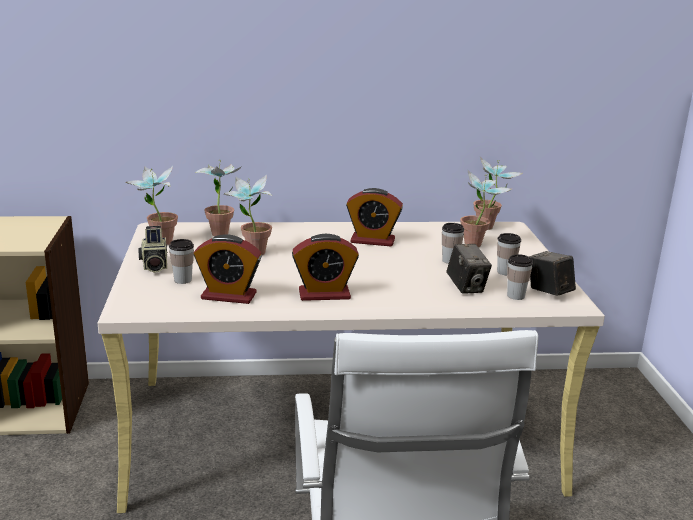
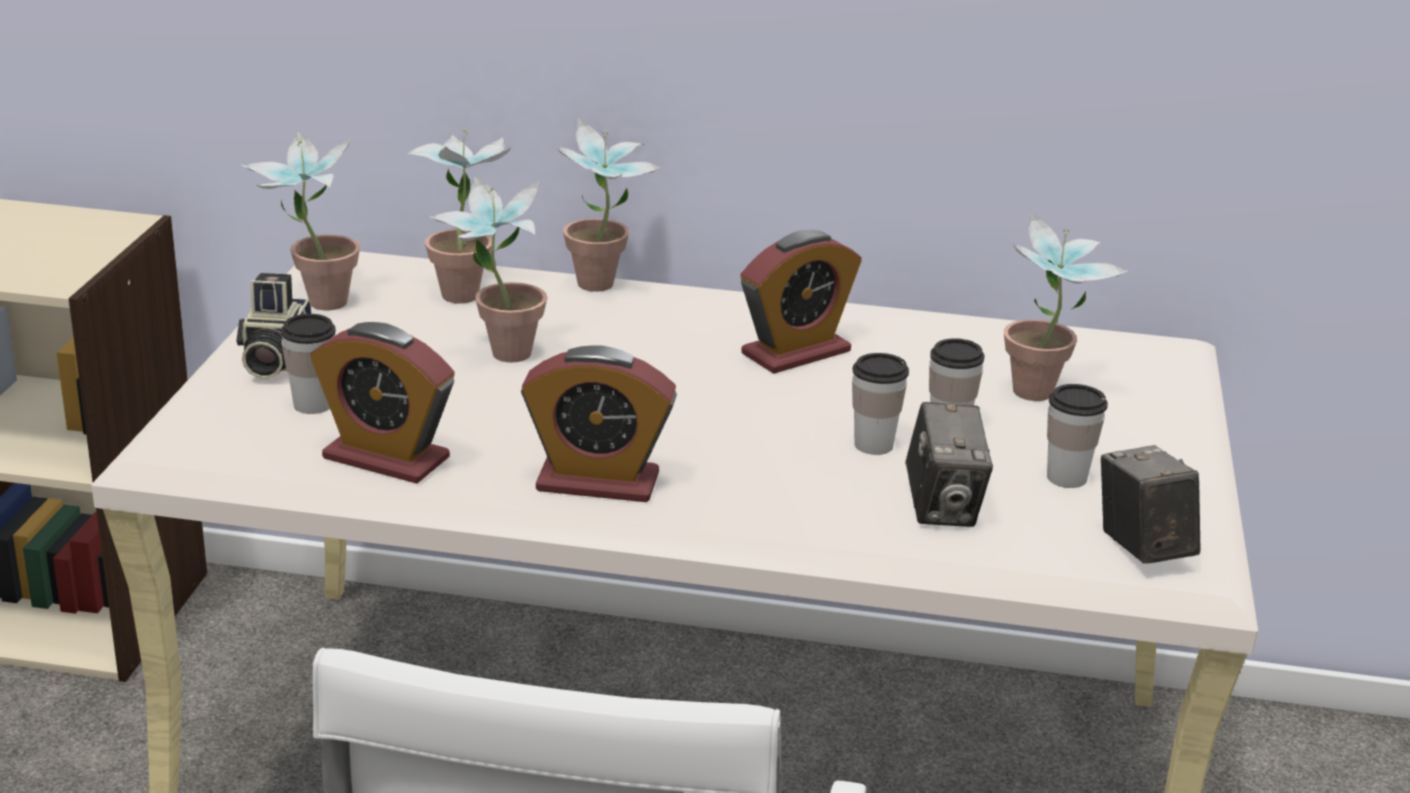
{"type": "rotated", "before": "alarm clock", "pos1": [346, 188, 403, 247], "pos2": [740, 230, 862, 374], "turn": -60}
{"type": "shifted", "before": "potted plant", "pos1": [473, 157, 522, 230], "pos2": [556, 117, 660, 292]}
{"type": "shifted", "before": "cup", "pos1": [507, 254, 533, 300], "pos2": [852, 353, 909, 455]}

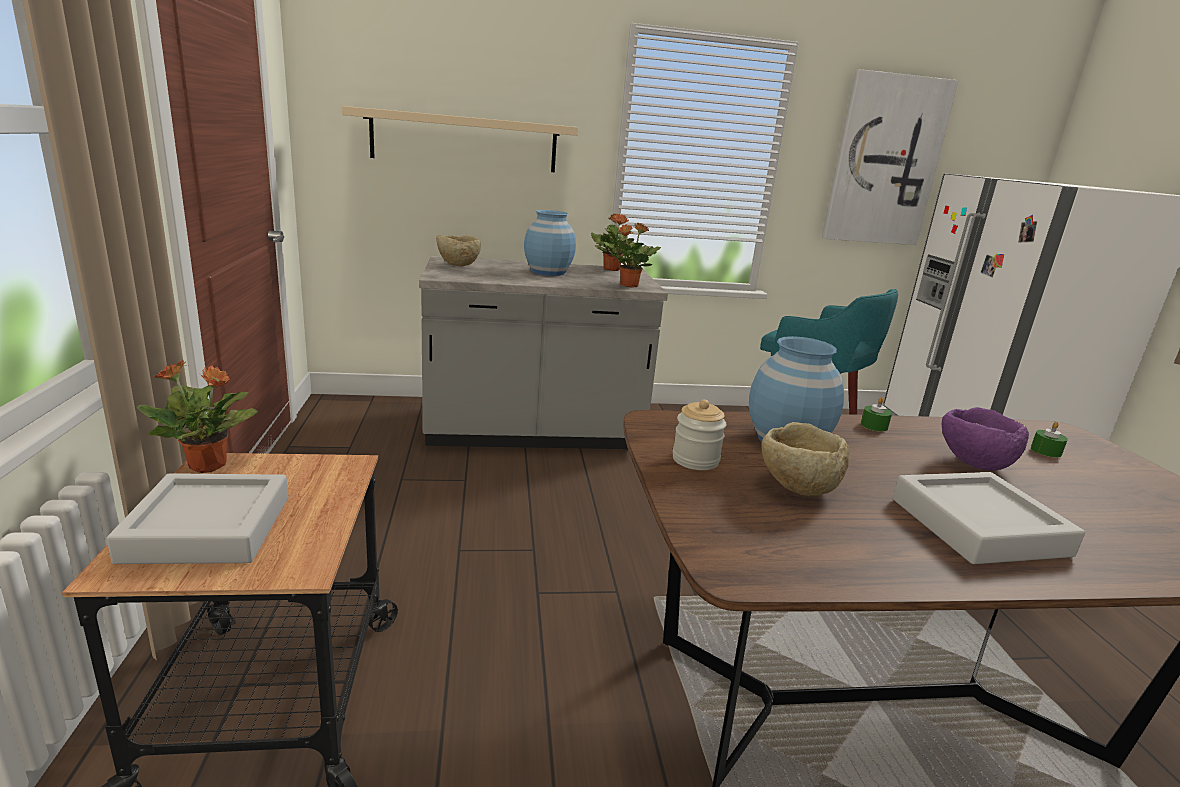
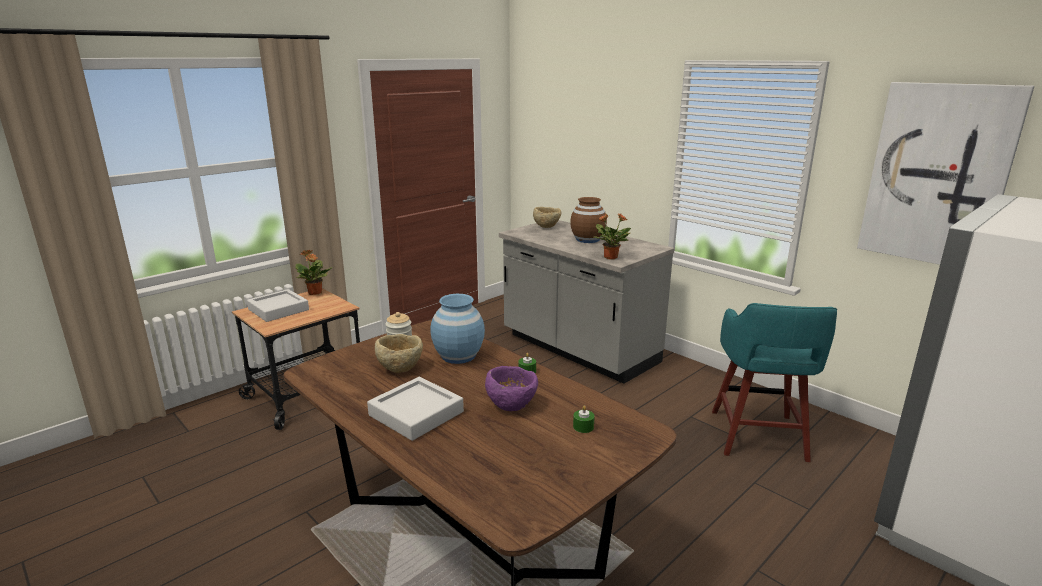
{"type": "gone", "before": "shelf/beige", "pos1": [342, 106, 578, 172]}
{"type": "repainted", "before": "vase/blue", "after": "vase/brown", "pos1": [524, 210, 576, 276], "pos2": [570, 197, 607, 243]}
{"type": "gone", "before": "potted plant", "pos1": [591, 214, 635, 271]}

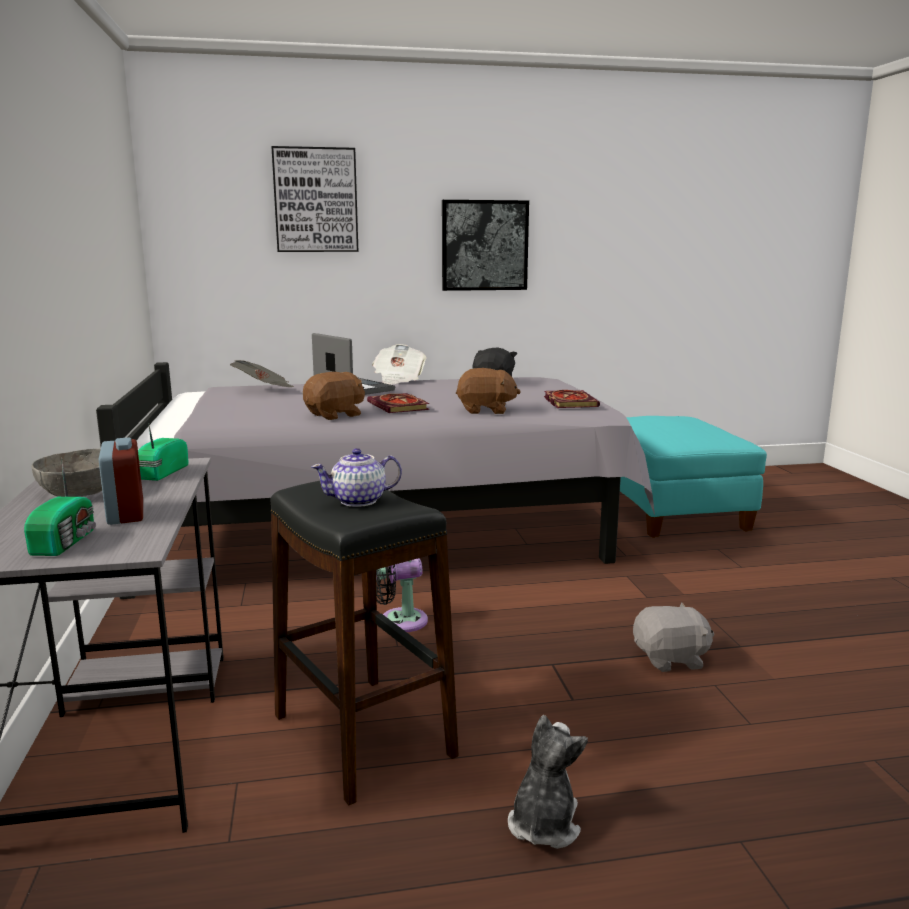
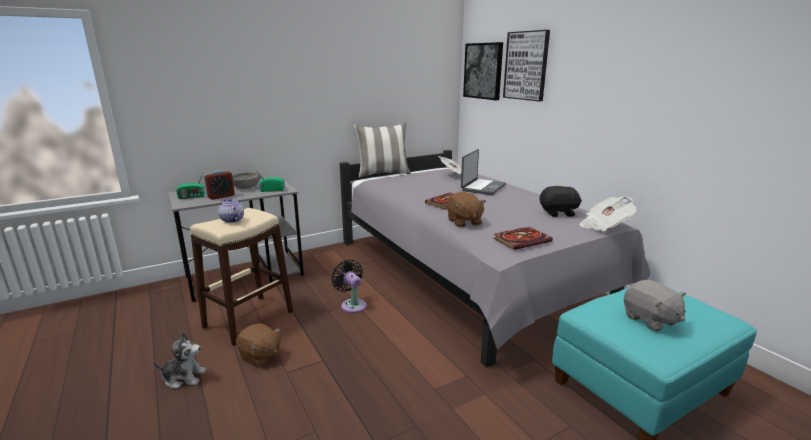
{"type": "repainted", "before": "stool/black", "after": "stool/beige", "pos1": [271, 481, 459, 806], "pos2": [190, 208, 293, 346]}
{"type": "shifted", "before": "plush toy/brown", "pos1": [303, 372, 365, 420], "pos2": [236, 323, 281, 367]}
{"type": "shifted", "before": "newspaper", "pos1": [372, 344, 426, 384], "pos2": [579, 196, 637, 231]}
{"type": "shifted", "before": "picture", "pos1": [442, 200, 529, 291], "pos2": [463, 42, 503, 100]}
{"type": "shifted", "before": "plush toy/grey", "pos1": [633, 602, 714, 672], "pos2": [624, 280, 686, 331]}
{"type": "new", "after": "pillow", "pos2": [354, 122, 411, 178]}

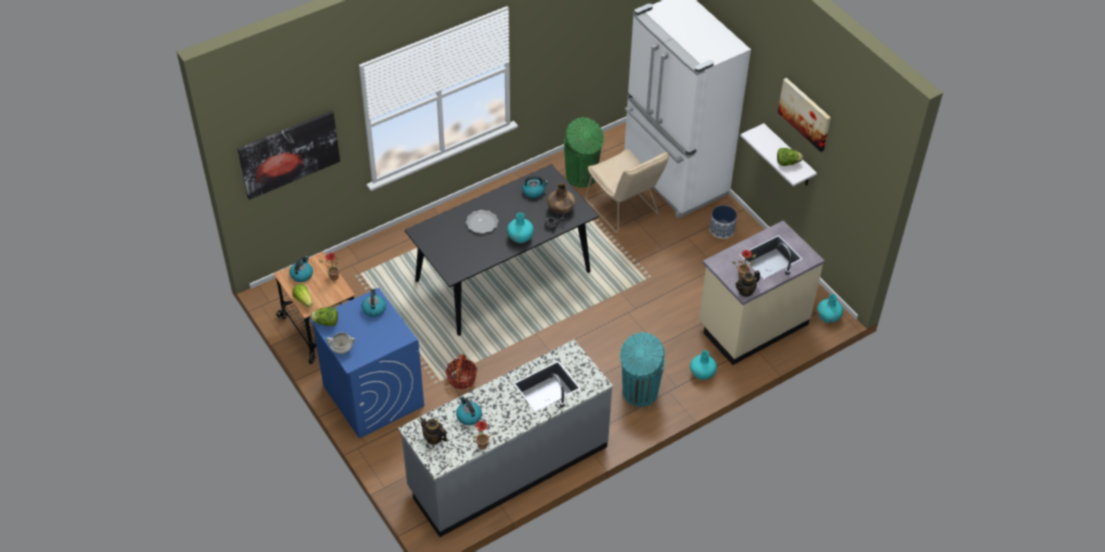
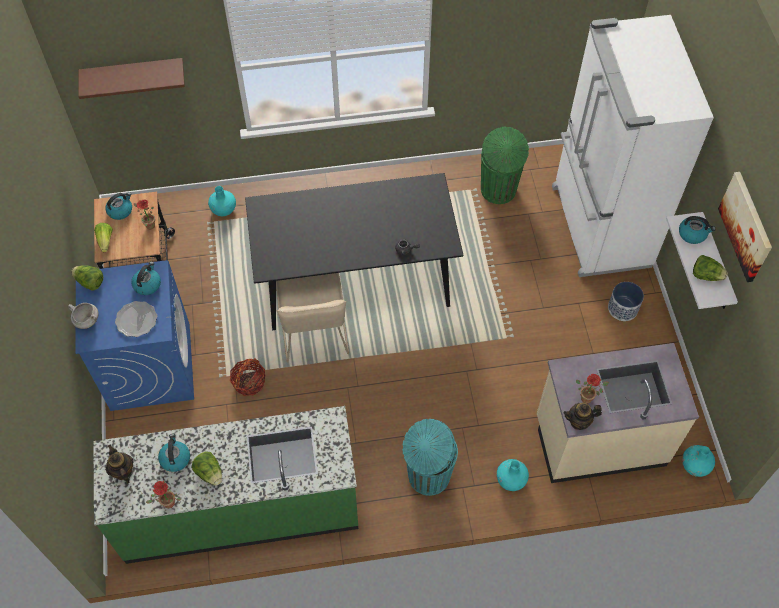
{"type": "swapped", "before": "picture", "after": "shelf/brown", "pos1": [238, 110, 340, 200], "pos2": [78, 58, 185, 99]}
{"type": "repainted", "before": "counter/grey", "after": "counter/green", "pos1": [398, 340, 613, 537], "pos2": [93, 406, 358, 564]}
{"type": "shifted", "before": "plate", "pos1": [466, 210, 498, 234], "pos2": [115, 301, 157, 337]}
{"type": "shifted", "before": "vase/turquoise", "pos1": [507, 212, 534, 243], "pos2": [208, 186, 236, 216]}
{"type": "shifted", "before": "kettle", "pos1": [522, 176, 548, 198], "pos2": [679, 216, 716, 244]}
{"type": "gone", "before": "vase/brown", "pos1": [547, 183, 575, 214]}
{"type": "shifted", "before": "chair/beige", "pos1": [585, 149, 669, 234], "pos2": [276, 273, 349, 362]}
{"type": "new", "after": "lettuce", "pos2": [192, 452, 222, 486]}

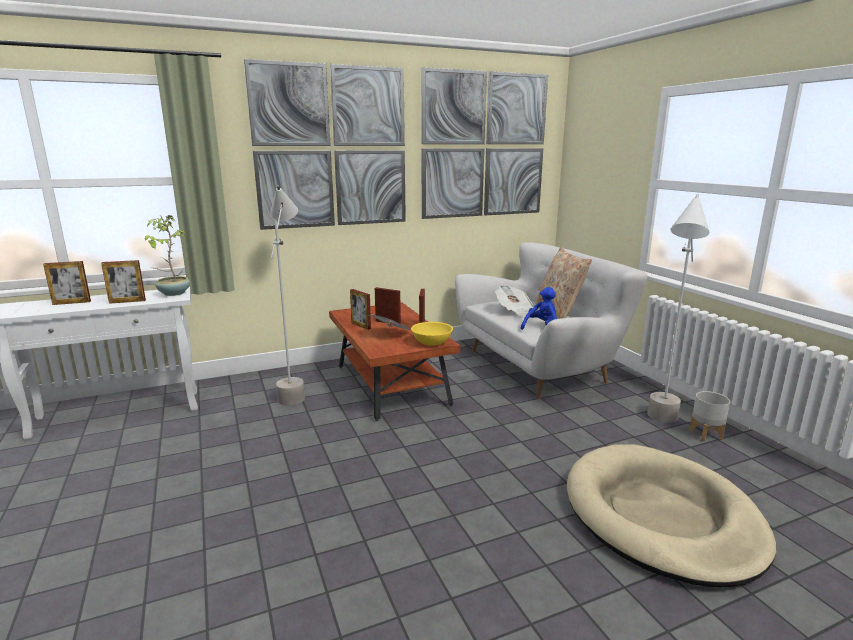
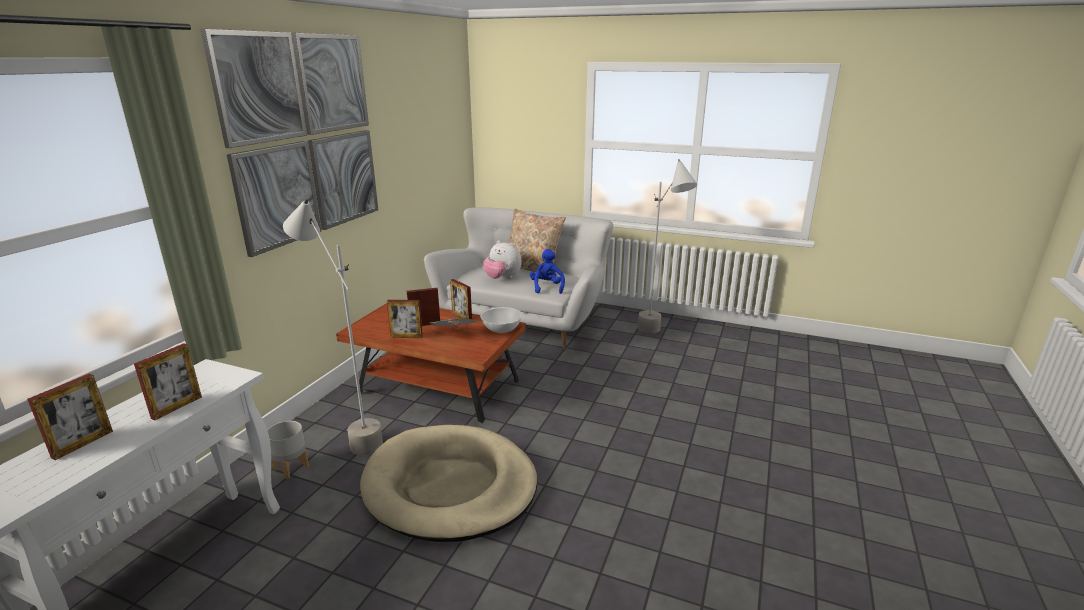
{"type": "gone", "before": "potted plant", "pos1": [145, 215, 190, 296]}
{"type": "repainted", "before": "bowl/yellow", "after": "bowl/white", "pos1": [411, 322, 453, 346], "pos2": [480, 307, 523, 333]}
{"type": "gone", "before": "picture", "pos1": [421, 67, 548, 219]}
{"type": "swapped", "before": "newspaper", "after": "plush toy", "pos1": [495, 285, 533, 318], "pos2": [483, 240, 522, 279]}
{"type": "shifted", "before": "dog bed/beige", "pos1": [567, 444, 776, 588], "pos2": [360, 425, 538, 542]}
{"type": "shifted", "before": "planter/grey", "pos1": [690, 391, 730, 442], "pos2": [267, 421, 309, 479]}

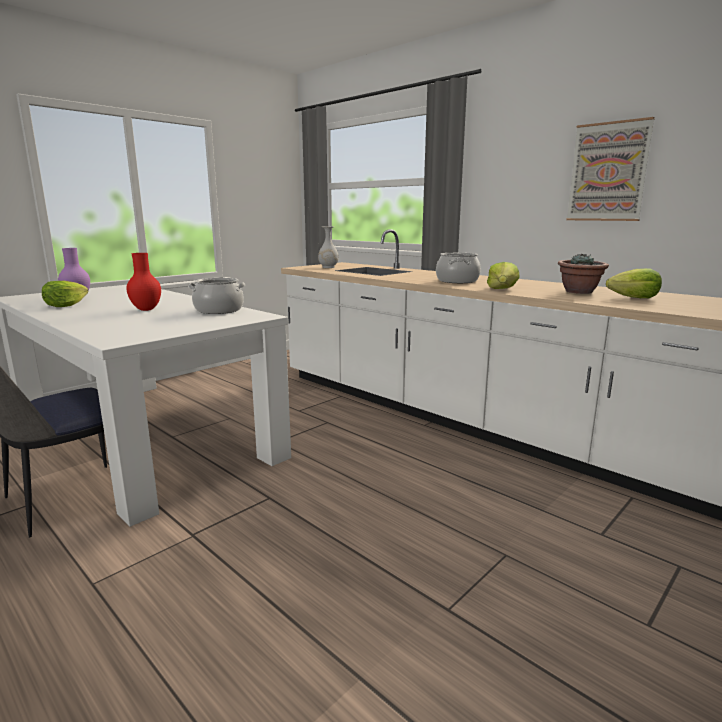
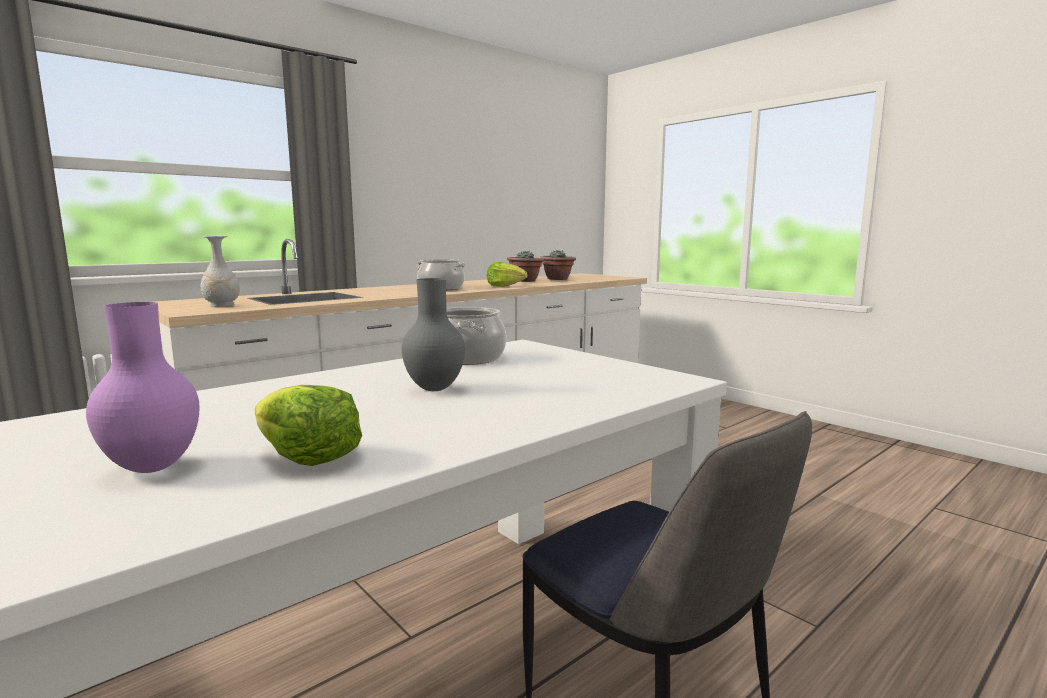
{"type": "repainted", "before": "vase/red", "after": "vase/grey", "pos1": [127, 253, 161, 311], "pos2": [401, 278, 465, 391]}
{"type": "gone", "before": "picture", "pos1": [566, 117, 655, 221]}
{"type": "swapped", "before": "lettuce", "after": "potted plant", "pos1": [606, 268, 662, 298], "pos2": [540, 250, 576, 280]}

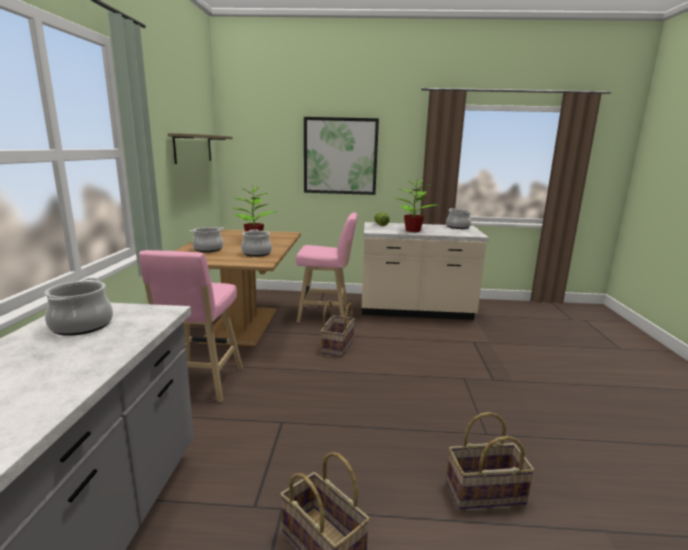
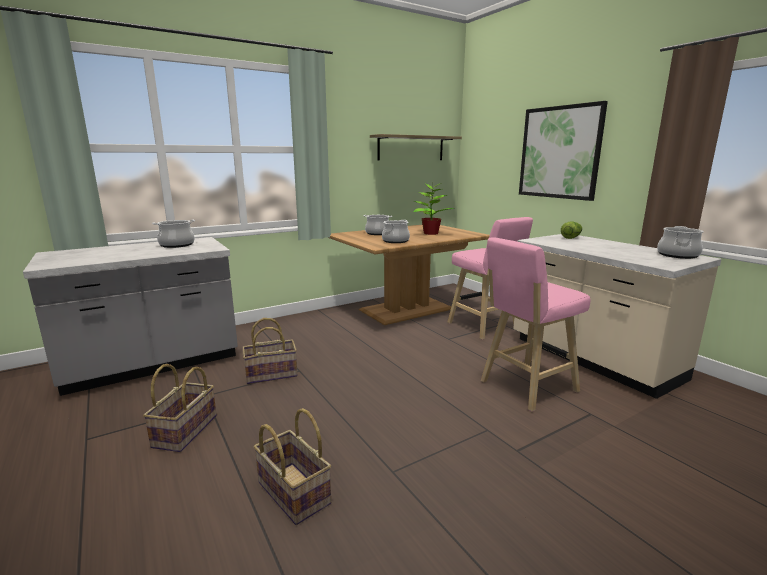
{"type": "shifted", "before": "stool/pink", "pos1": [139, 250, 243, 402], "pos2": [481, 237, 590, 412]}
{"type": "shifted", "before": "basket", "pos1": [321, 300, 355, 357], "pos2": [242, 318, 297, 384]}
{"type": "gone", "before": "potted plant", "pos1": [394, 180, 439, 232]}

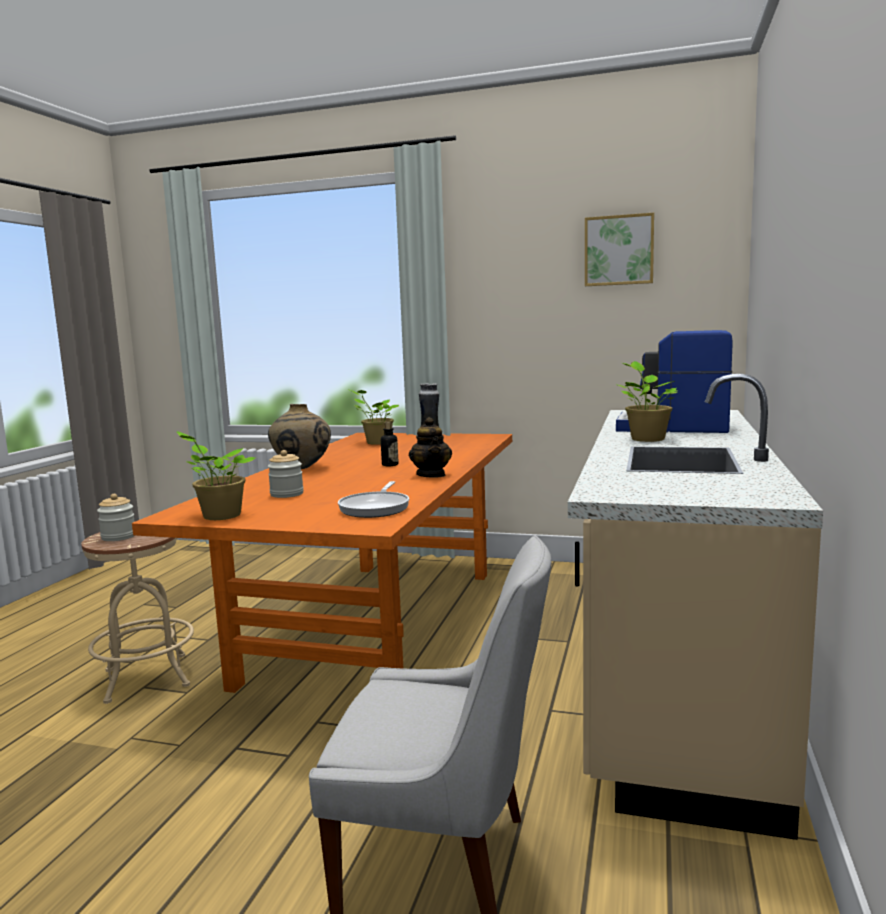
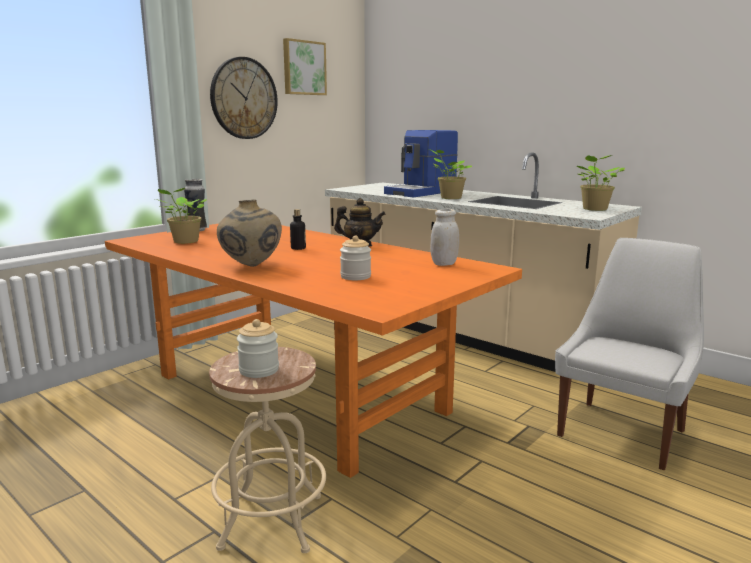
{"type": "shifted", "before": "potted plant", "pos1": [177, 431, 255, 520], "pos2": [577, 155, 625, 211]}
{"type": "swapped", "before": "frying pan", "after": "jar/white", "pos1": [338, 481, 409, 518], "pos2": [430, 209, 459, 266]}
{"type": "new", "after": "wall clock", "pos2": [210, 57, 278, 139]}

